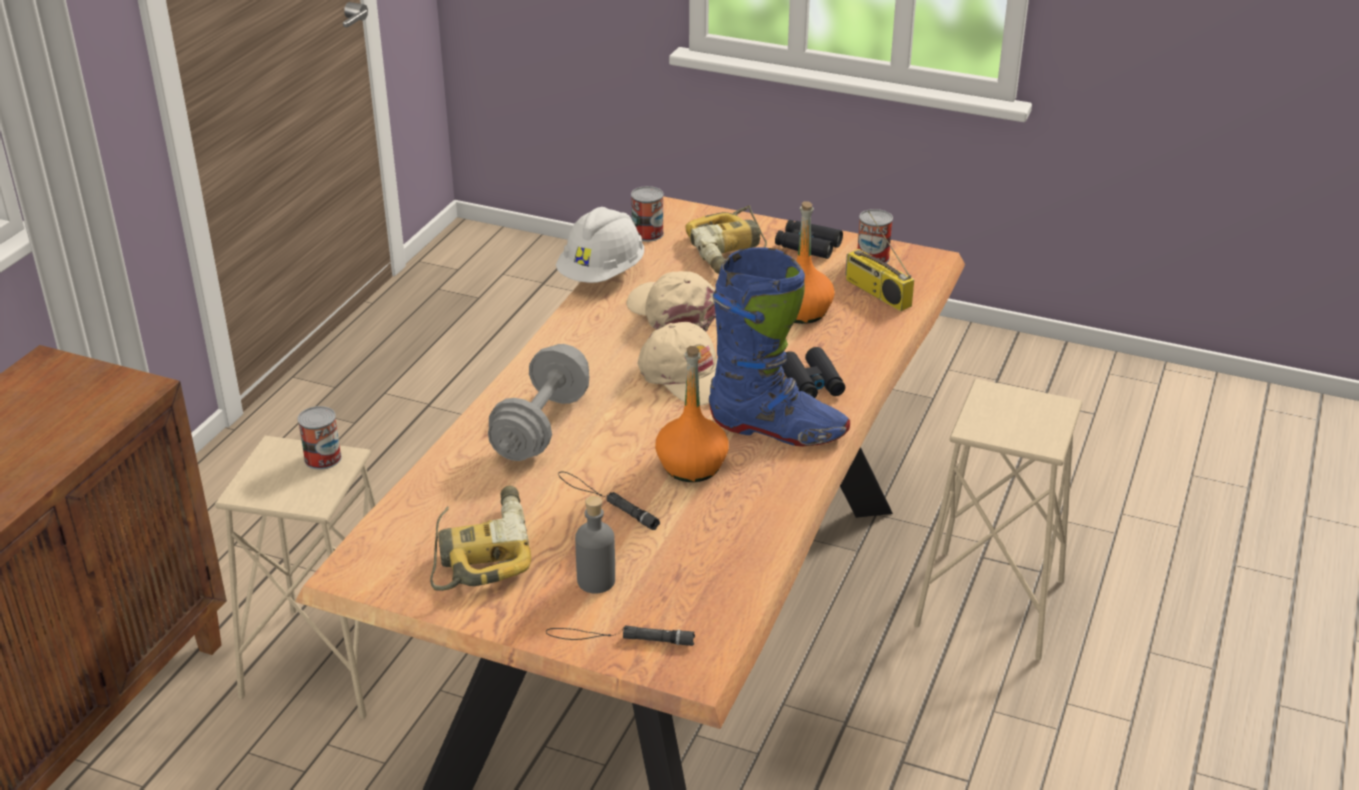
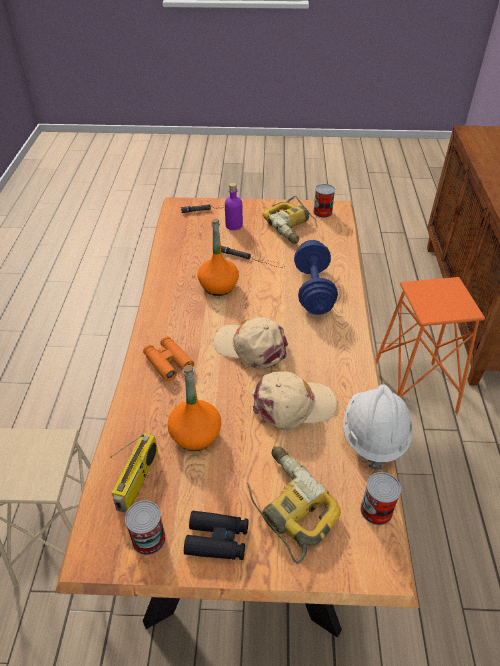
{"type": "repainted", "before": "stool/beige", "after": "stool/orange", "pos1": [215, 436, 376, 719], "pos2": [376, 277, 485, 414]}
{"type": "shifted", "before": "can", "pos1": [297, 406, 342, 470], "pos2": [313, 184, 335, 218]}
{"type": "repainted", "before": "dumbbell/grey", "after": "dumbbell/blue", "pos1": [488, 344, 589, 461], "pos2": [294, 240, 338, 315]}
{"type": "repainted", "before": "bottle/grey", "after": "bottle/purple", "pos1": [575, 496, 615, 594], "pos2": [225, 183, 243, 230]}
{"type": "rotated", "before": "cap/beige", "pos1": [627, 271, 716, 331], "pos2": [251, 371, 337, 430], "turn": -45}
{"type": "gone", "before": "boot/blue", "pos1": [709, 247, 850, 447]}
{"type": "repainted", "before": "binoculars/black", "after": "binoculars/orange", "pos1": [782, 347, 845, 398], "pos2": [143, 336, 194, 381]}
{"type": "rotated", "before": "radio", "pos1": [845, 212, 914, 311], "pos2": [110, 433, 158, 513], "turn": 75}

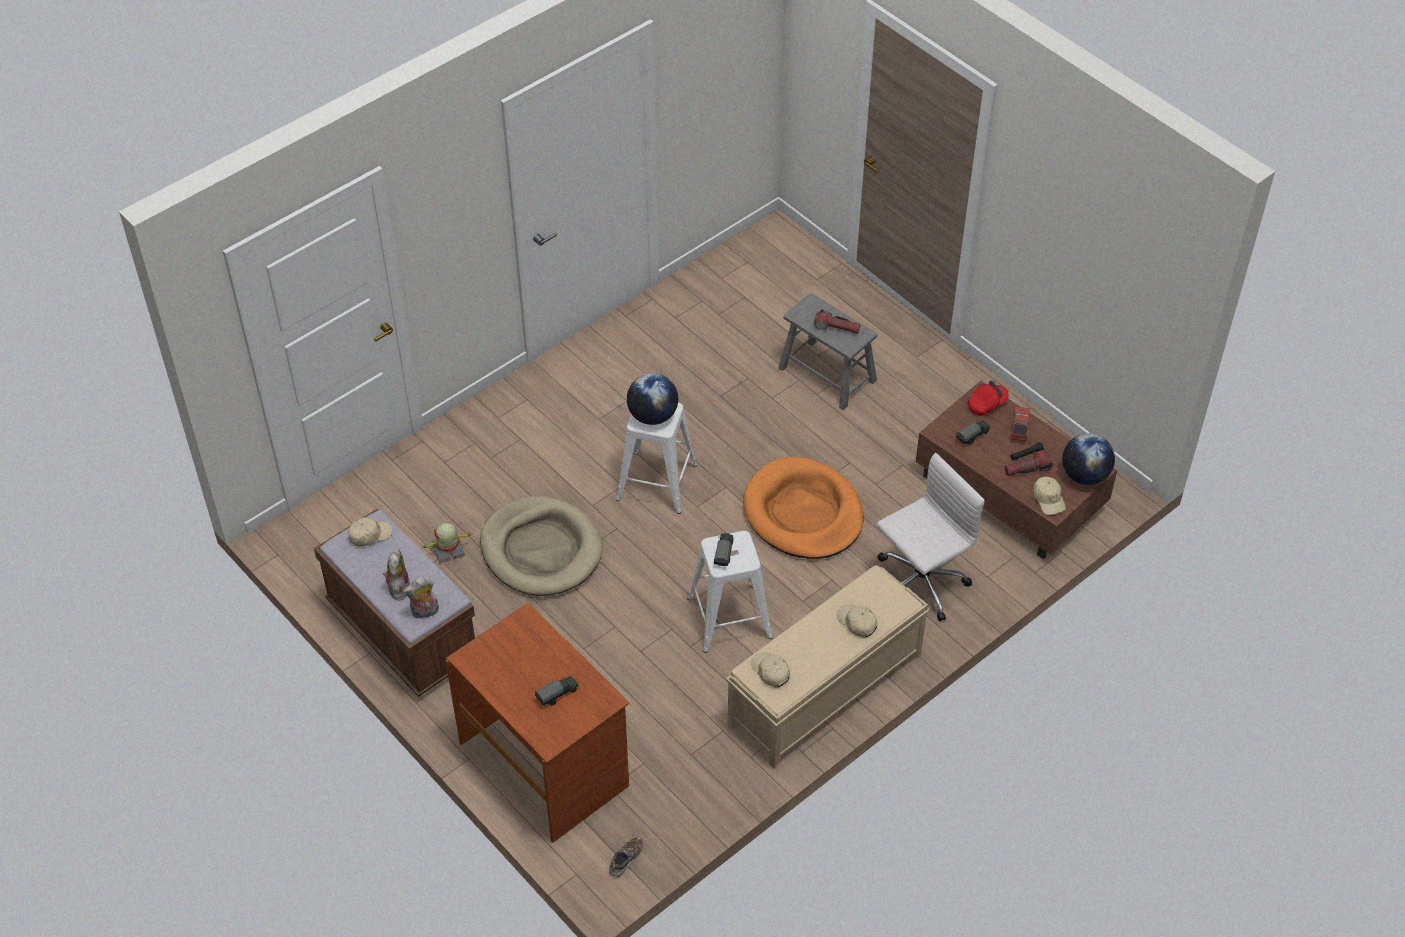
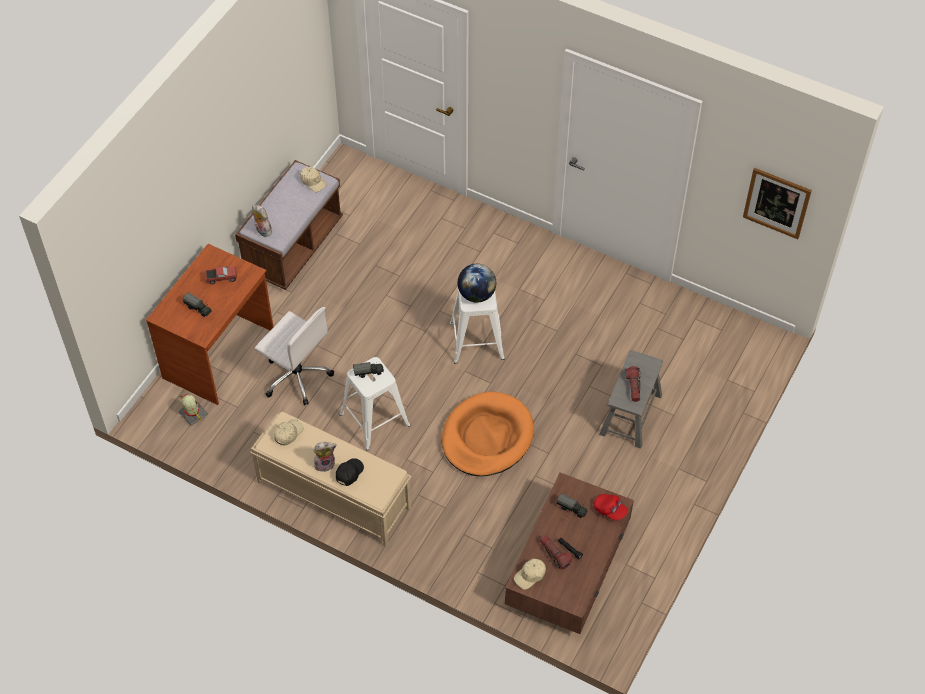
{"type": "shifted", "before": "plush toy", "pos1": [383, 548, 410, 601], "pos2": [314, 442, 337, 472]}
{"type": "shifted", "before": "toy robot", "pos1": [423, 523, 471, 563], "pos2": [178, 394, 208, 426]}
{"type": "gone", "before": "dog bed/beige", "pos1": [480, 496, 603, 596]}
{"type": "gone", "before": "shoe", "pos1": [609, 837, 643, 877]}
{"type": "repainted", "before": "cap/beige", "after": "cap/black", "pos1": [837, 604, 877, 638], "pos2": [336, 458, 364, 486]}
{"type": "shifted", "before": "office chair/white", "pos1": [876, 453, 984, 621], "pos2": [255, 307, 334, 406]}
{"type": "shifted", "before": "toy truck", "pos1": [1011, 406, 1032, 442], "pos2": [205, 266, 237, 284]}
{"type": "gone", "before": "globe", "pos1": [1062, 433, 1115, 485]}
{"type": "new", "after": "picture", "pos2": [743, 168, 812, 239]}

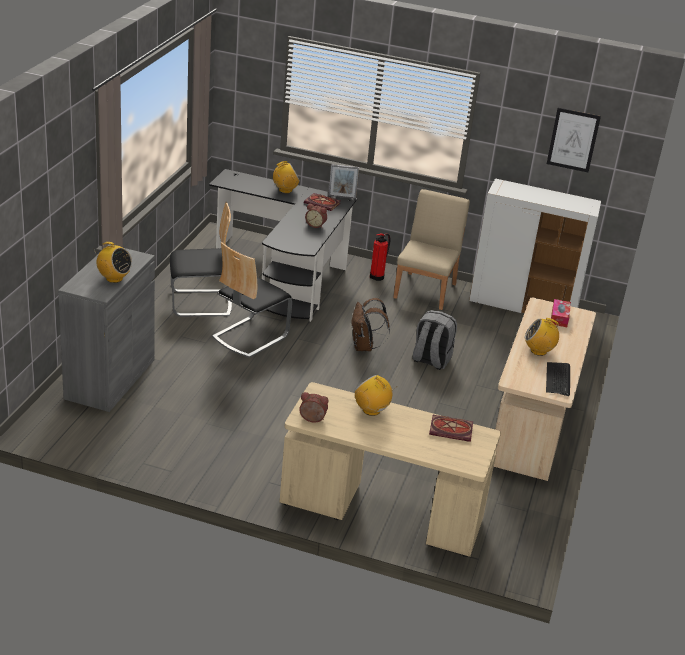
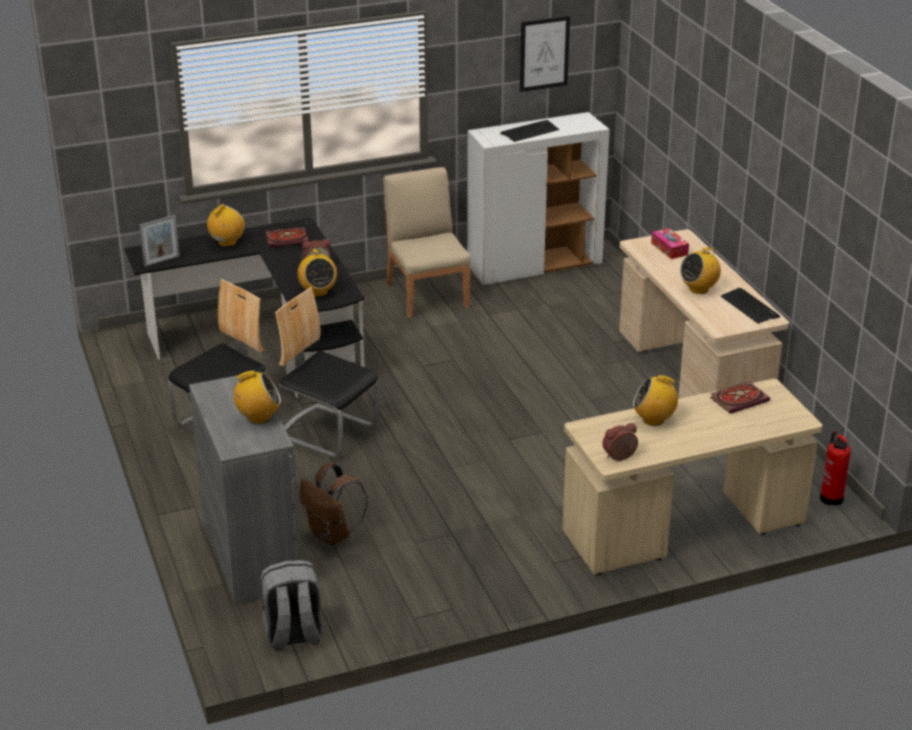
{"type": "rotated", "before": "chair", "pos1": [212, 242, 292, 358], "pos2": [275, 287, 379, 458], "turn": 120}
{"type": "shifted", "before": "picture frame", "pos1": [328, 164, 359, 199], "pos2": [139, 215, 180, 267]}
{"type": "shifted", "before": "backpack/brown", "pos1": [351, 298, 390, 351], "pos2": [300, 462, 368, 545]}
{"type": "shifted", "before": "fire extinguisher", "pos1": [370, 233, 390, 281], "pos2": [820, 431, 851, 505]}
{"type": "shifted", "before": "backpack/grey", "pos1": [413, 310, 457, 370], "pos2": [260, 560, 323, 650]}
{"type": "new", "after": "radio", "pos2": [298, 249, 337, 297]}
{"type": "new", "after": "keyboard", "pos2": [500, 120, 559, 142]}

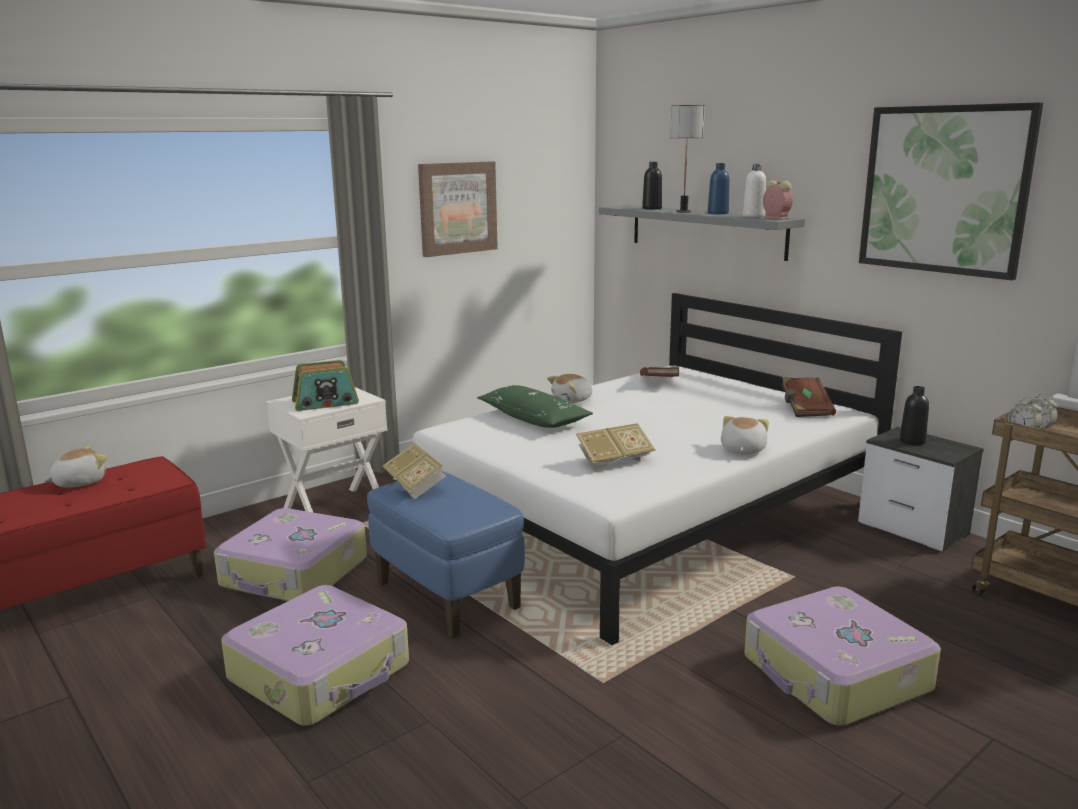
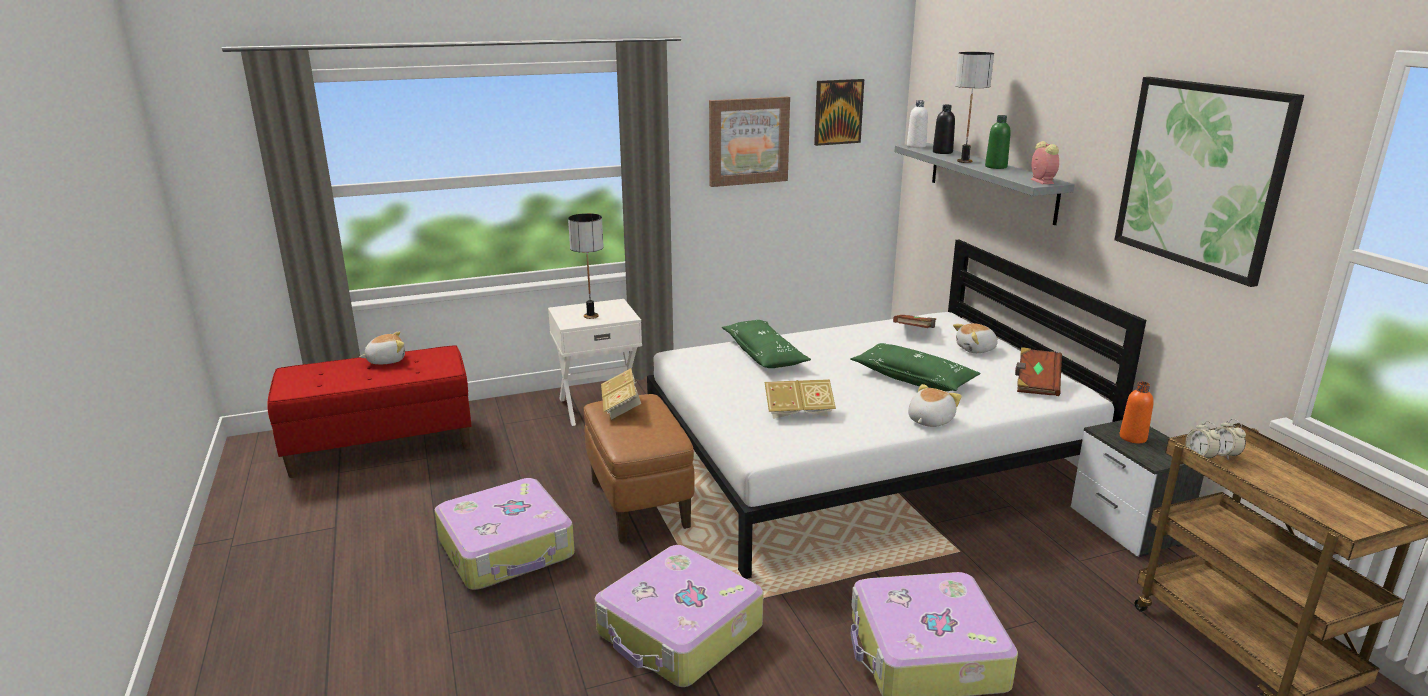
{"type": "shifted", "before": "suitcase", "pos1": [214, 508, 367, 601], "pos2": [595, 545, 763, 687]}
{"type": "swapped", "before": "radio", "after": "table lamp", "pos1": [292, 360, 359, 411], "pos2": [568, 213, 604, 319]}
{"type": "repainted", "before": "ottoman/blue", "after": "ottoman/brown", "pos1": [367, 472, 525, 638], "pos2": [584, 394, 695, 543]}
{"type": "shifted", "before": "plush toy", "pos1": [547, 374, 592, 403], "pos2": [953, 323, 998, 353]}
{"type": "repainted", "before": "bottle/blue", "after": "bottle/green", "pos1": [708, 163, 730, 214], "pos2": [985, 115, 1011, 169]}
{"type": "shifted", "before": "bottle/white", "pos1": [743, 164, 766, 217], "pos2": [907, 100, 928, 148]}
{"type": "repainted", "before": "bottle/black", "after": "bottle/orange", "pos1": [900, 386, 929, 445], "pos2": [1119, 381, 1154, 443]}
{"type": "new", "after": "picture", "pos2": [814, 79, 864, 146]}
{"type": "new", "after": "pillow/green", "pos2": [851, 343, 981, 391]}

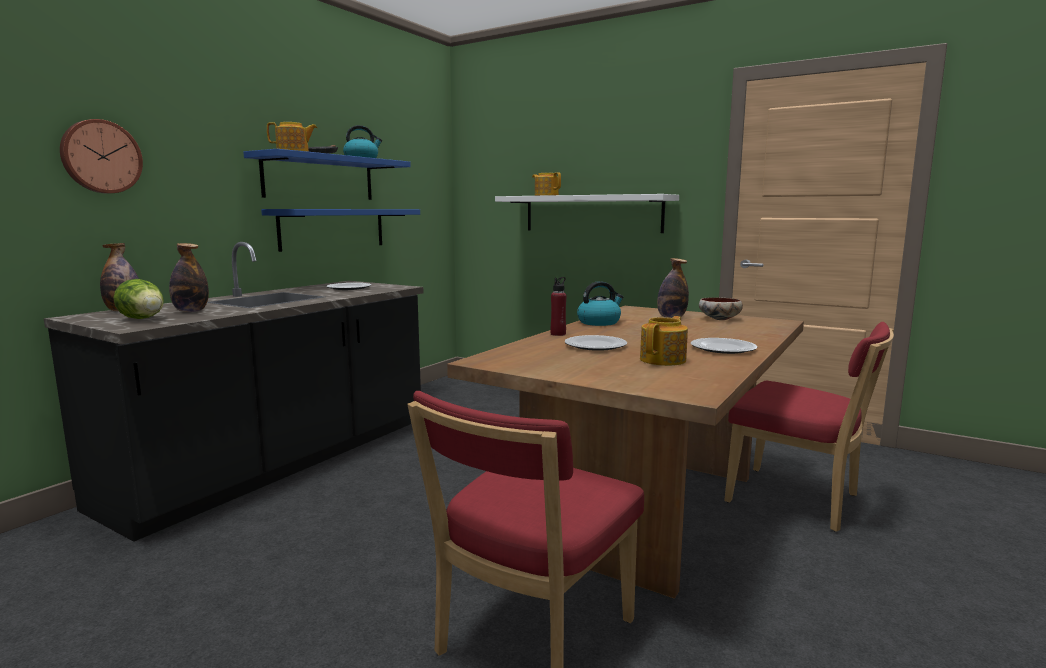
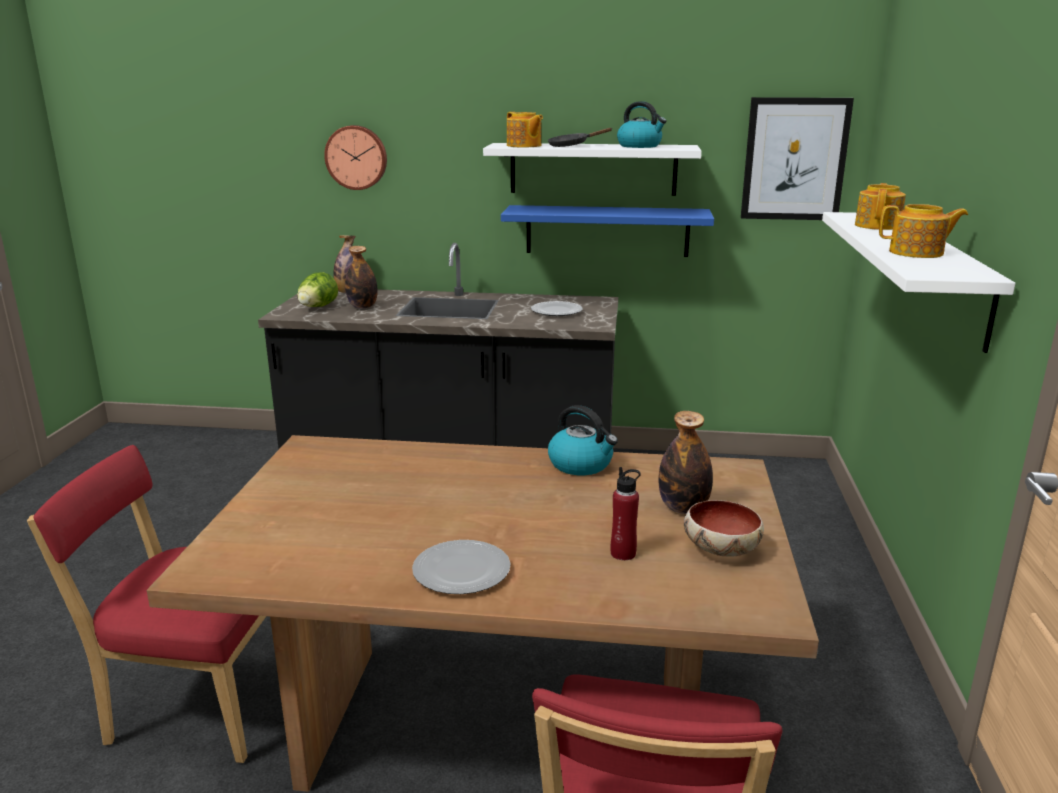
{"type": "repainted", "before": "shelf/blue", "after": "shelf/white", "pos1": [243, 149, 411, 200], "pos2": [483, 143, 702, 196]}
{"type": "shifted", "before": "bottle/red", "pos1": [551, 277, 566, 336], "pos2": [611, 467, 641, 560]}
{"type": "gone", "before": "plate", "pos1": [565, 335, 627, 351]}
{"type": "shifted", "before": "teapot", "pos1": [640, 316, 688, 366], "pos2": [879, 204, 968, 258]}
{"type": "new", "after": "picture", "pos2": [741, 97, 854, 220]}

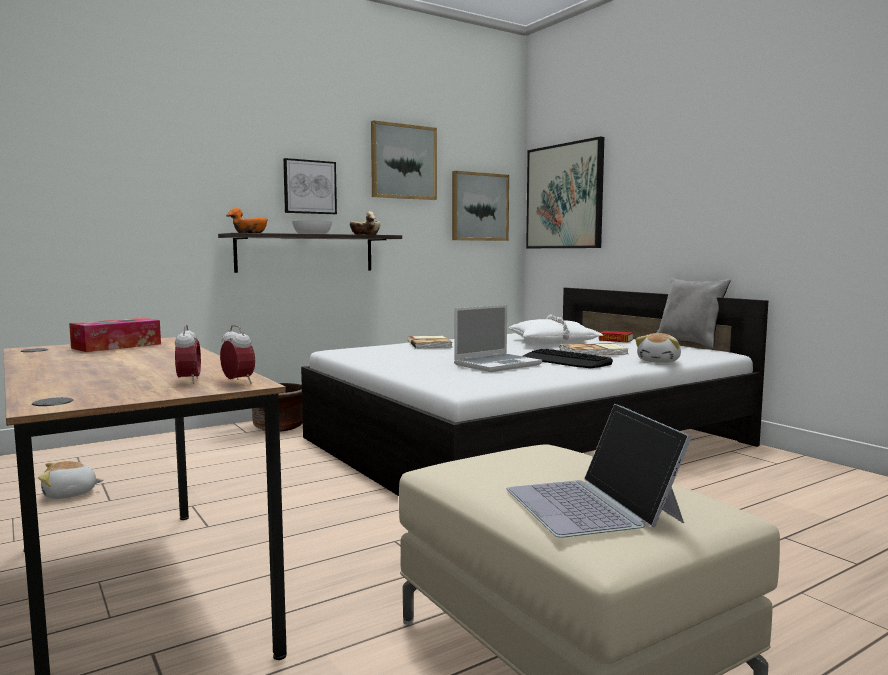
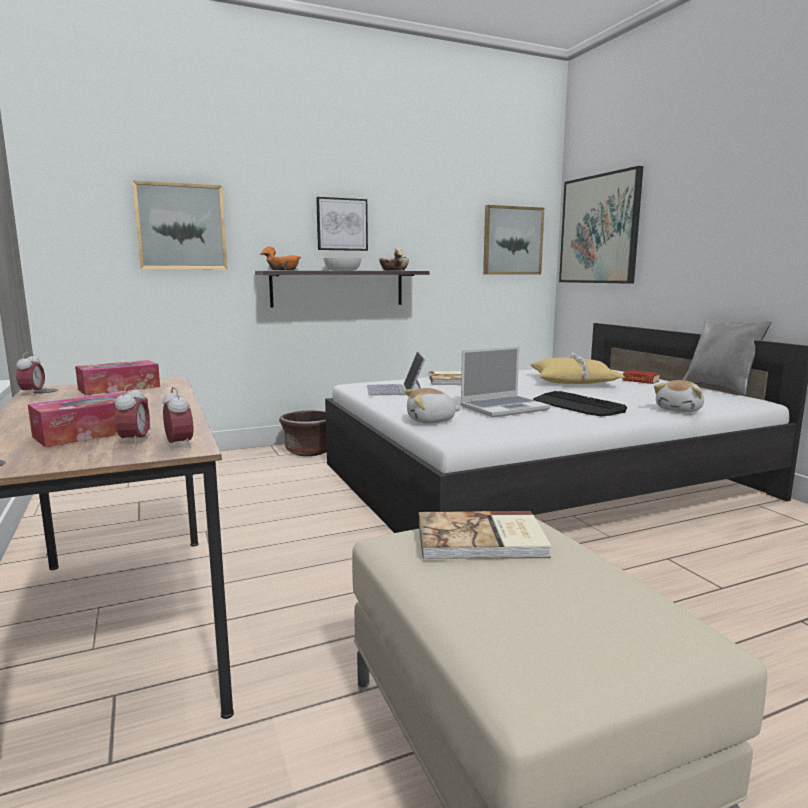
{"type": "shifted", "before": "plush toy", "pos1": [38, 461, 104, 499], "pos2": [405, 388, 461, 423]}
{"type": "shifted", "before": "picture", "pos1": [371, 120, 437, 200], "pos2": [132, 180, 227, 269]}
{"type": "shifted", "before": "laptop", "pos1": [507, 403, 692, 538], "pos2": [367, 351, 425, 395]}
{"type": "repainted", "before": "pillow/white", "after": "pillow/yellow", "pos1": [509, 314, 603, 344], "pos2": [530, 353, 625, 384]}
{"type": "shifted", "before": "book", "pos1": [560, 343, 629, 355], "pos2": [419, 511, 551, 559]}
{"type": "new", "after": "alarm clock", "pos2": [16, 352, 45, 395]}
{"type": "new", "after": "tissue box", "pos2": [28, 392, 150, 448]}

